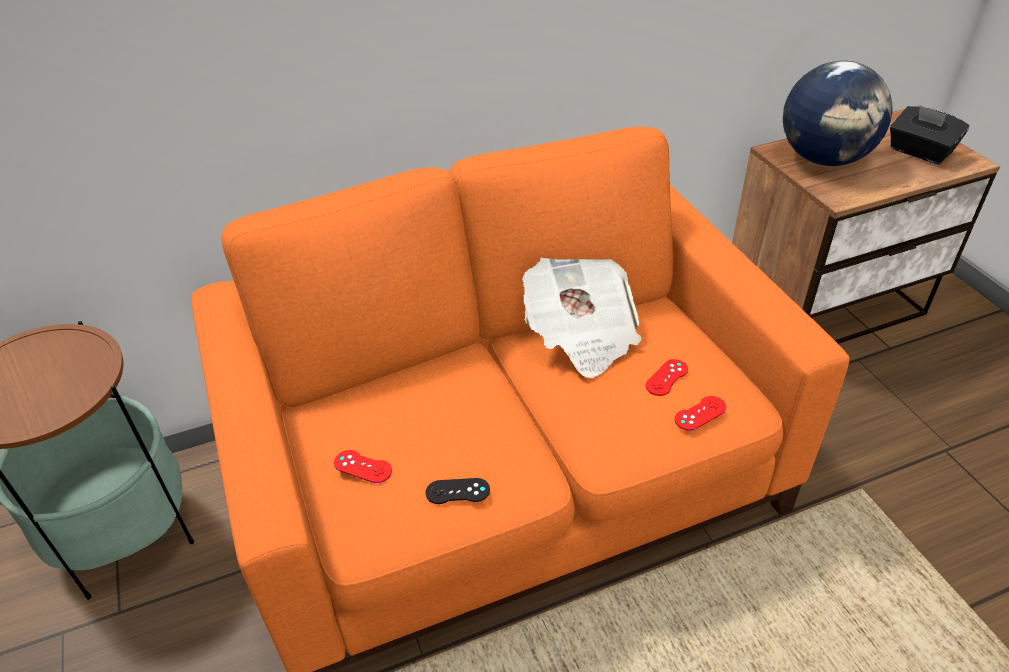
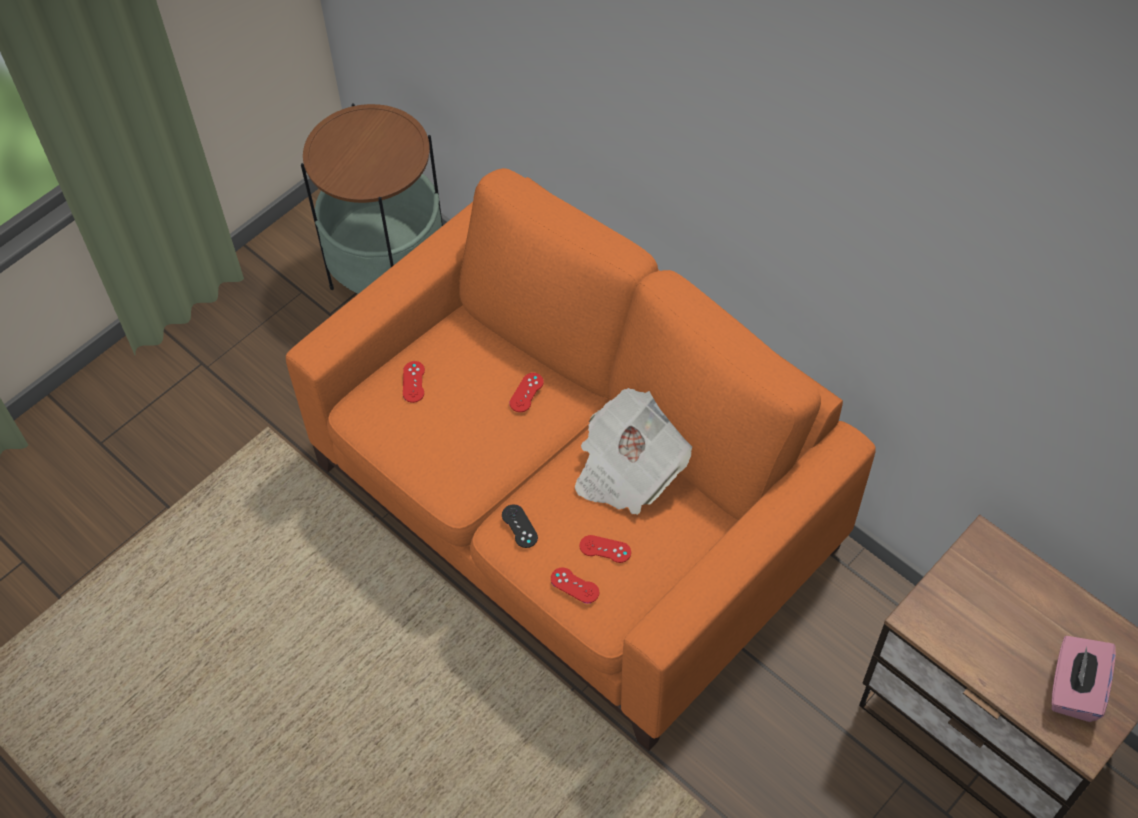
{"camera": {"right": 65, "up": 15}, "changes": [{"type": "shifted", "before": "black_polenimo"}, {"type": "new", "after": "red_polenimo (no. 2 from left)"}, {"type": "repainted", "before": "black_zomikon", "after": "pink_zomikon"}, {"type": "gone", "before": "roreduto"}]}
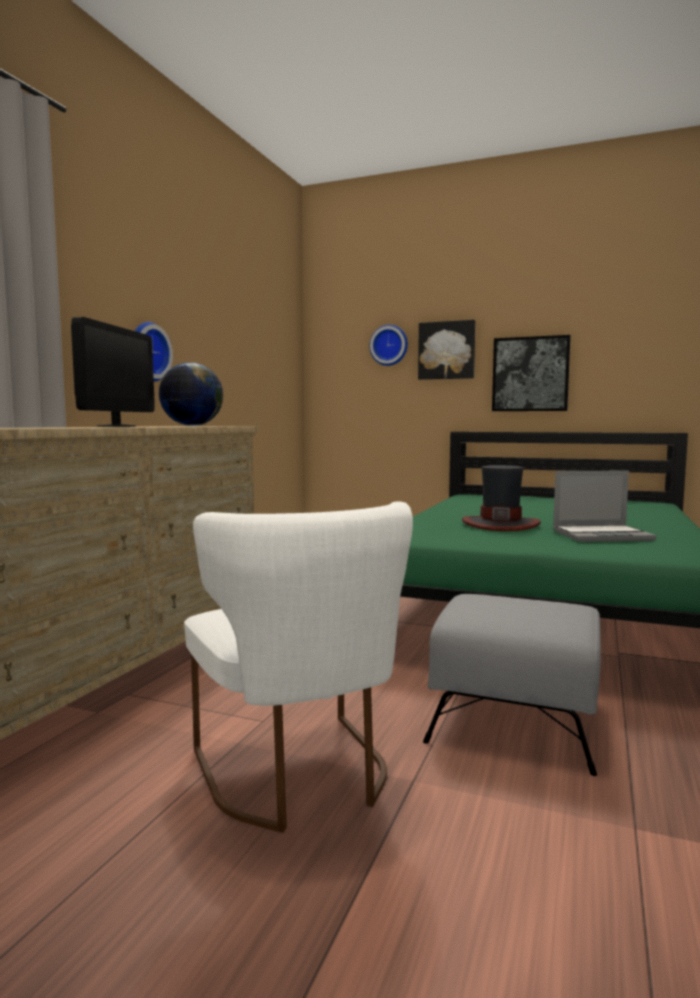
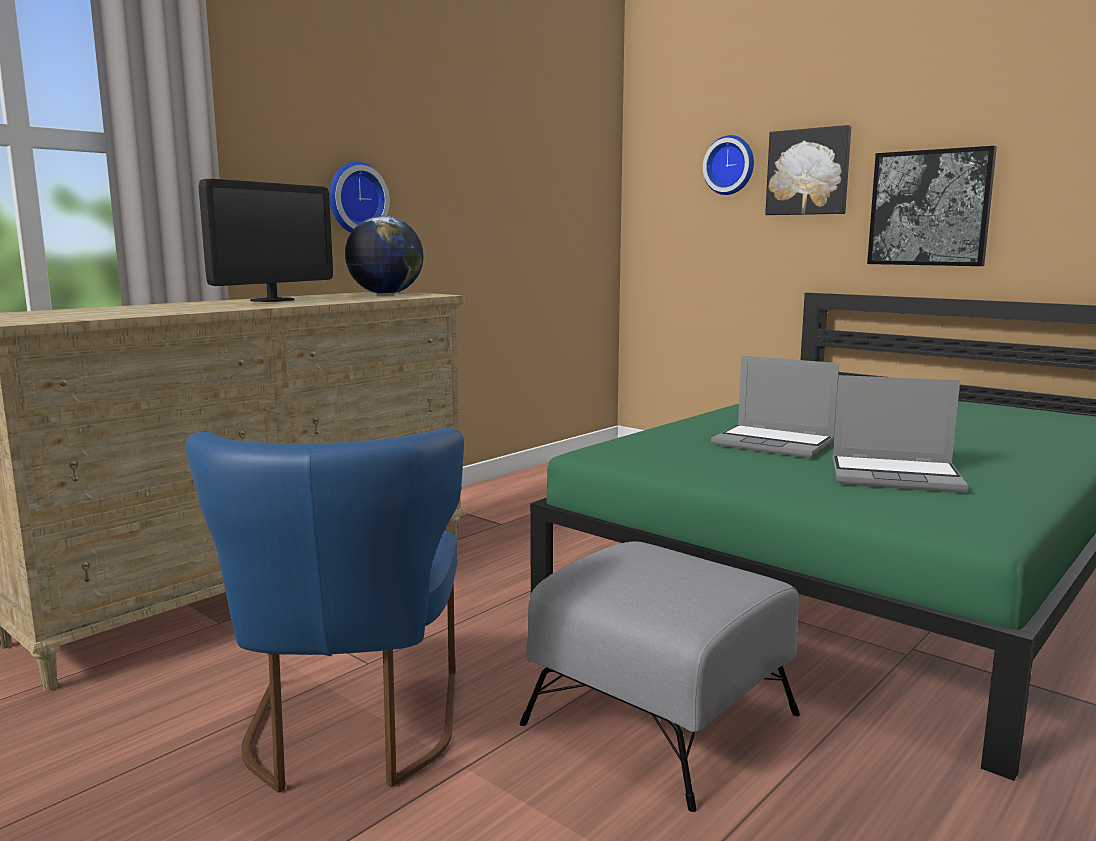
{"camera": {"right": 20, "up": 5}, "changes": [{"type": "repainted", "before": "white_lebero", "after": "blue_lebero"}, {"type": "swapped", "before": "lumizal", "after": "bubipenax (no. 1 from left)"}]}
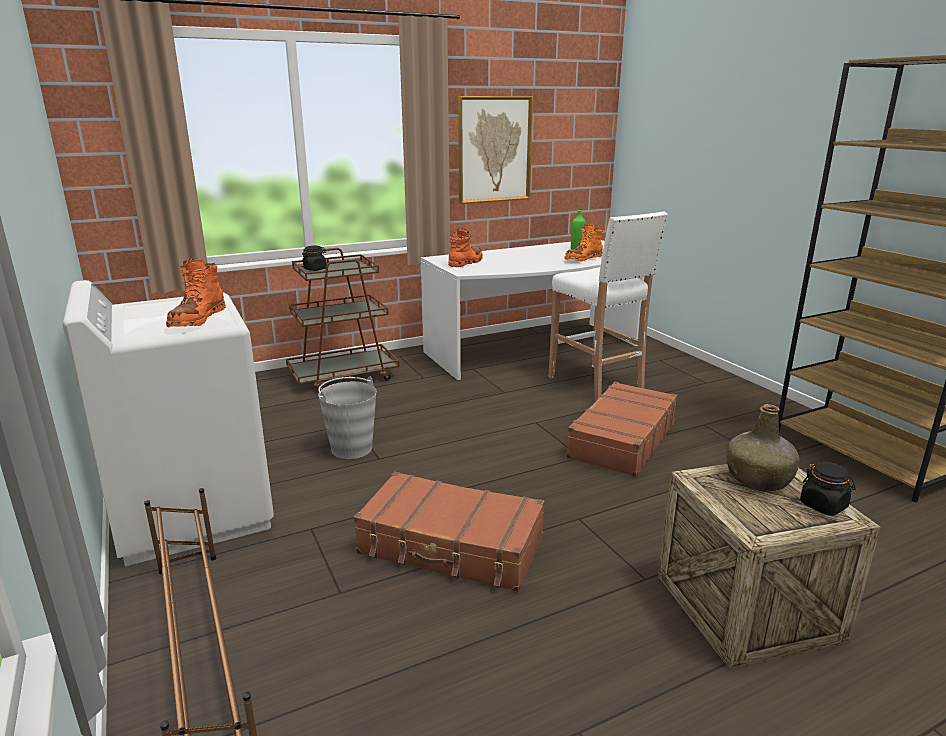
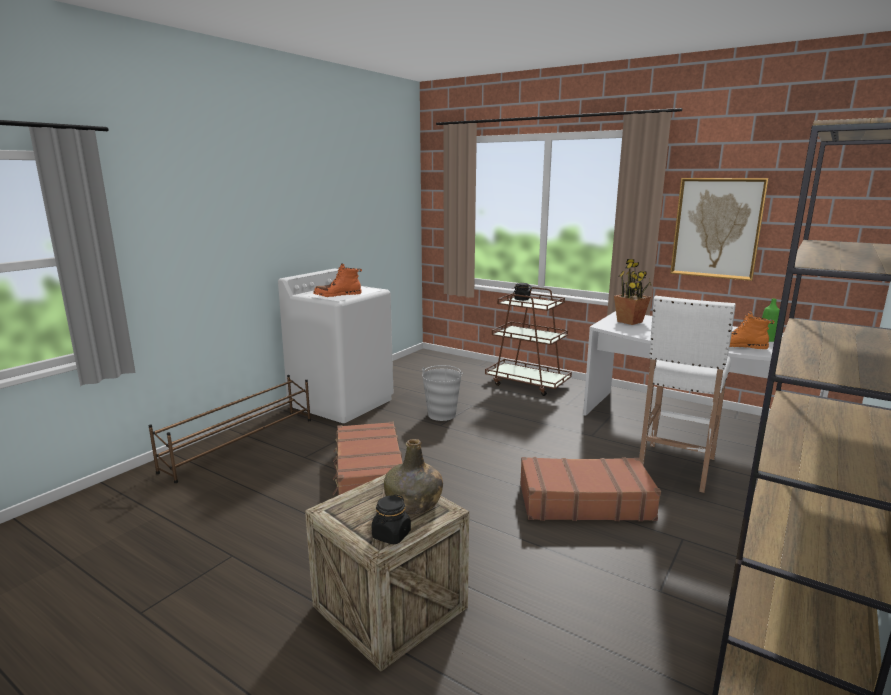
{"camera": {"right": 60, "up": -5}, "changes": [{"type": "swapped", "before": "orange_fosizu (no. 2 from left)", "after": "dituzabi"}]}
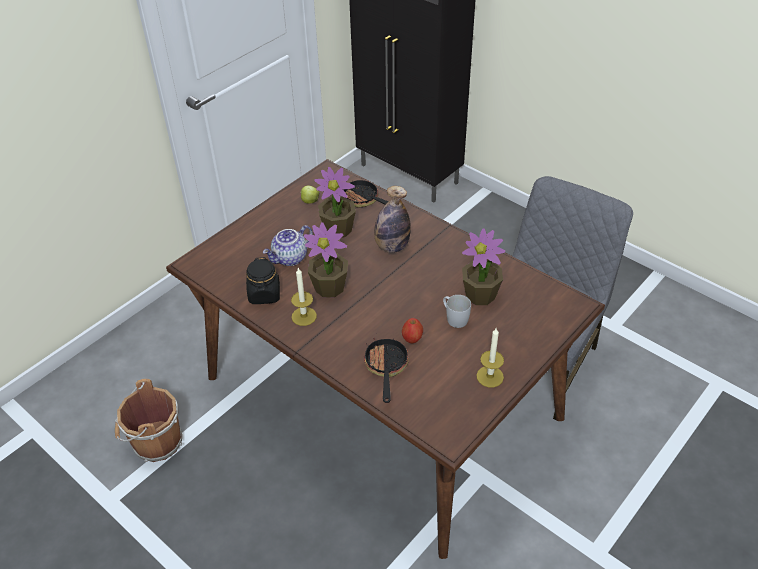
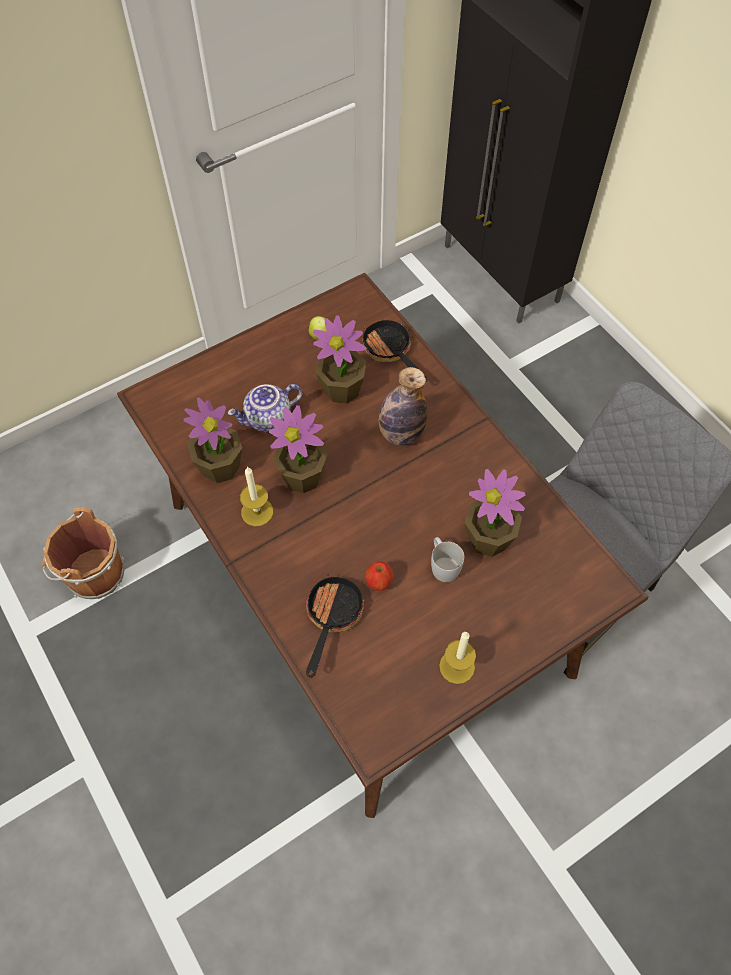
{"camera": {"right": 15, "up": 15}, "changes": [{"type": "swapped", "before": "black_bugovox", "after": "dituzabi (no. 1 from left)"}]}
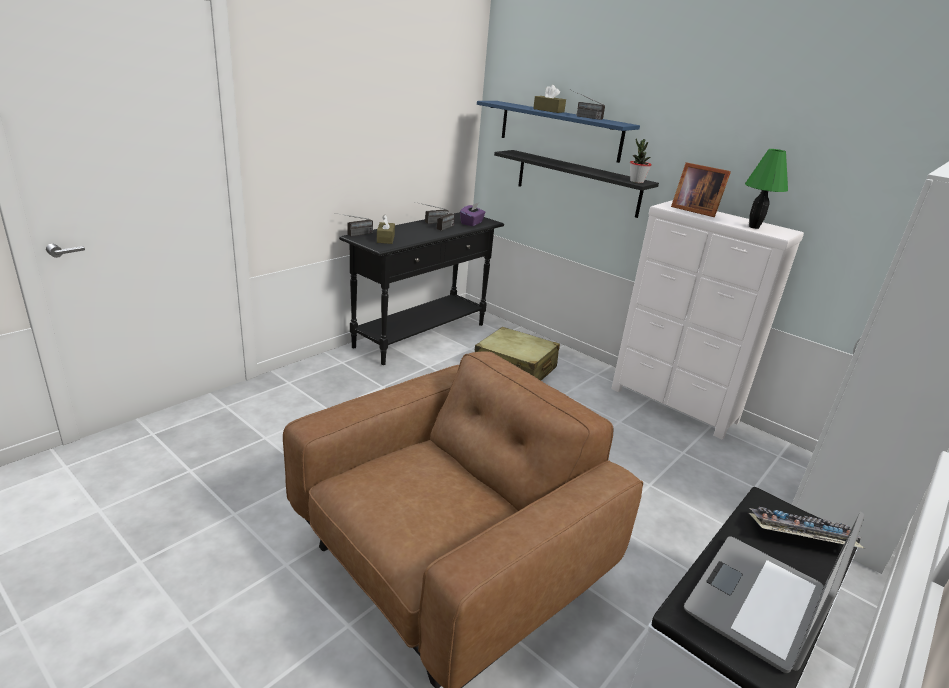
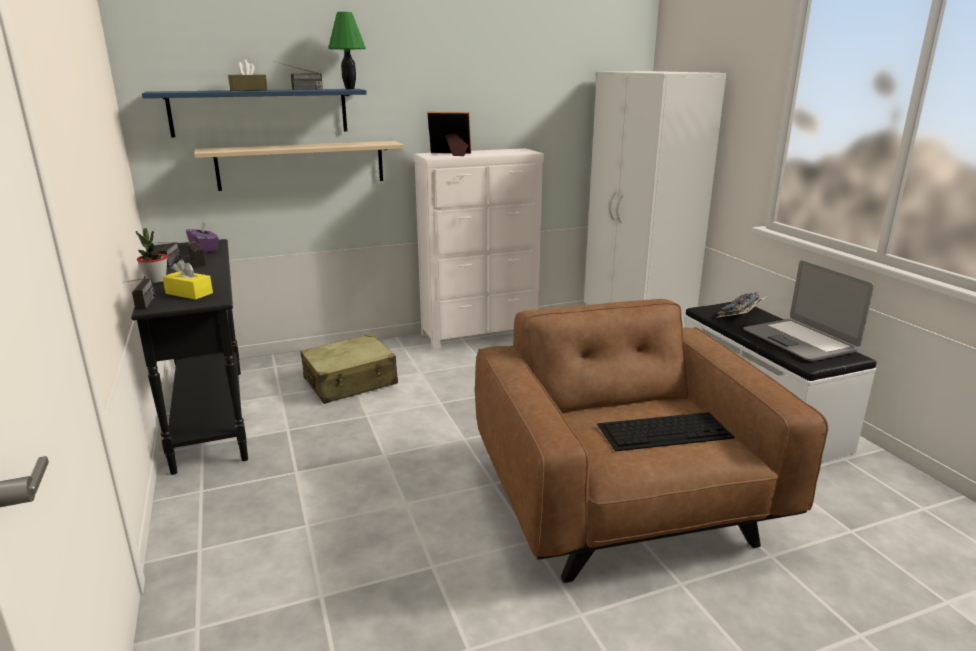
{"camera": {"right": -60, "up": -5}, "changes": [{"type": "shifted", "before": "dituzabi"}, {"type": "repainted", "before": "brown_zomikon (no. 1 from left)", "after": "yellow_zomikon"}, {"type": "repainted", "before": "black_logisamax", "after": "beige_logisamax"}, {"type": "shifted", "before": "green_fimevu"}, {"type": "rotated", "before": "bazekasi", "turn": -150}, {"type": "new", "after": "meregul (no. 1 from left)"}]}
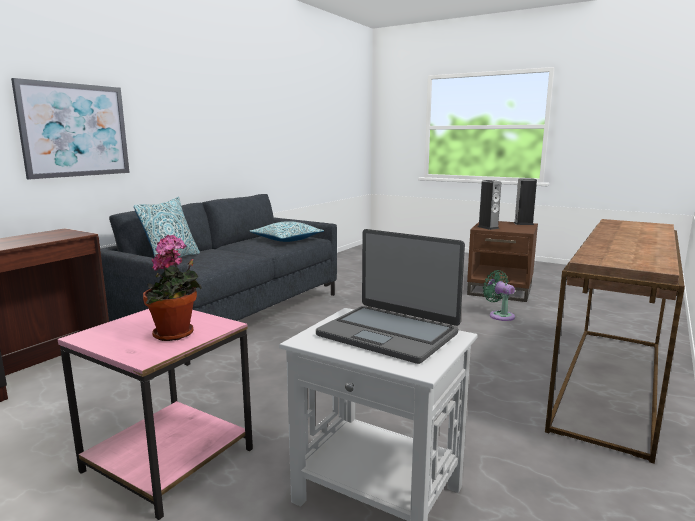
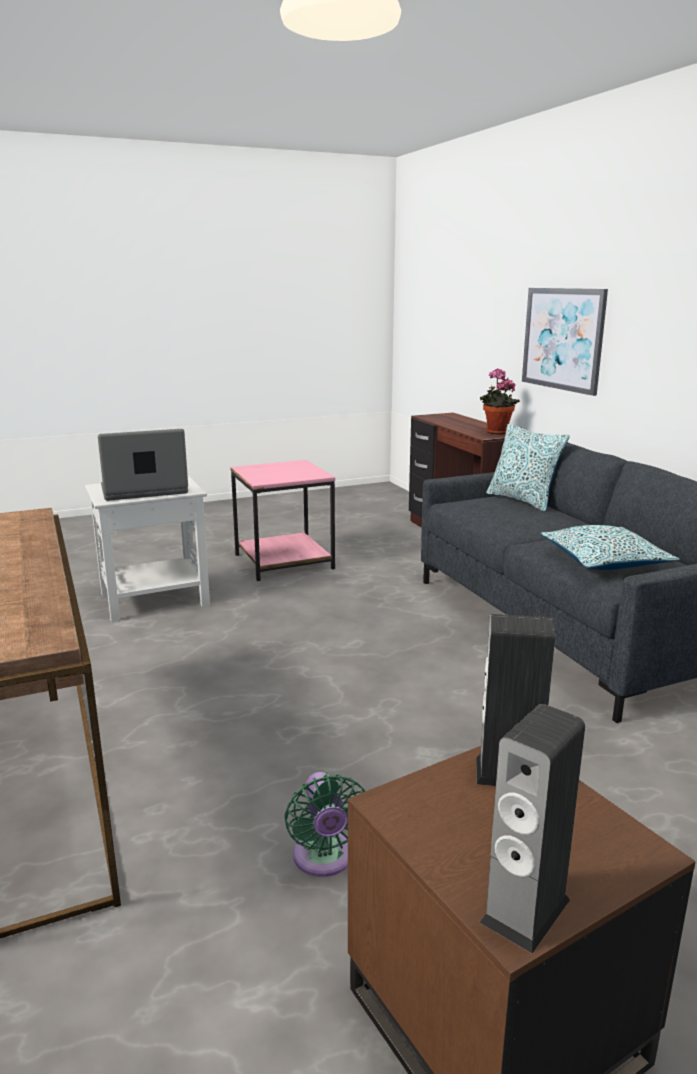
{"camera": {"right": 125, "up": 5}, "changes": [{"type": "rotated", "before": "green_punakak", "turn": 75}, {"type": "shifted", "before": "dituzabi"}]}
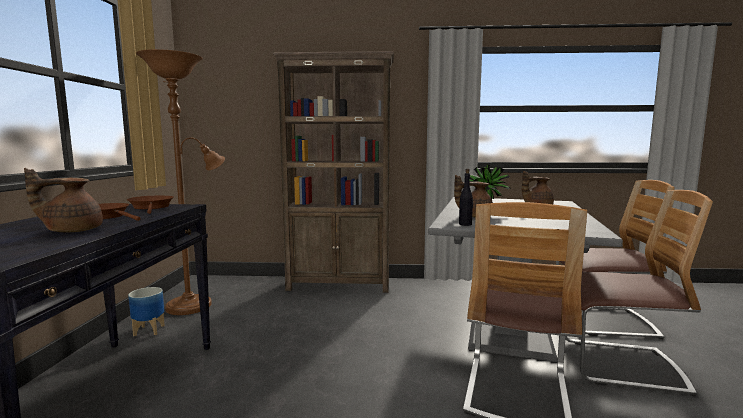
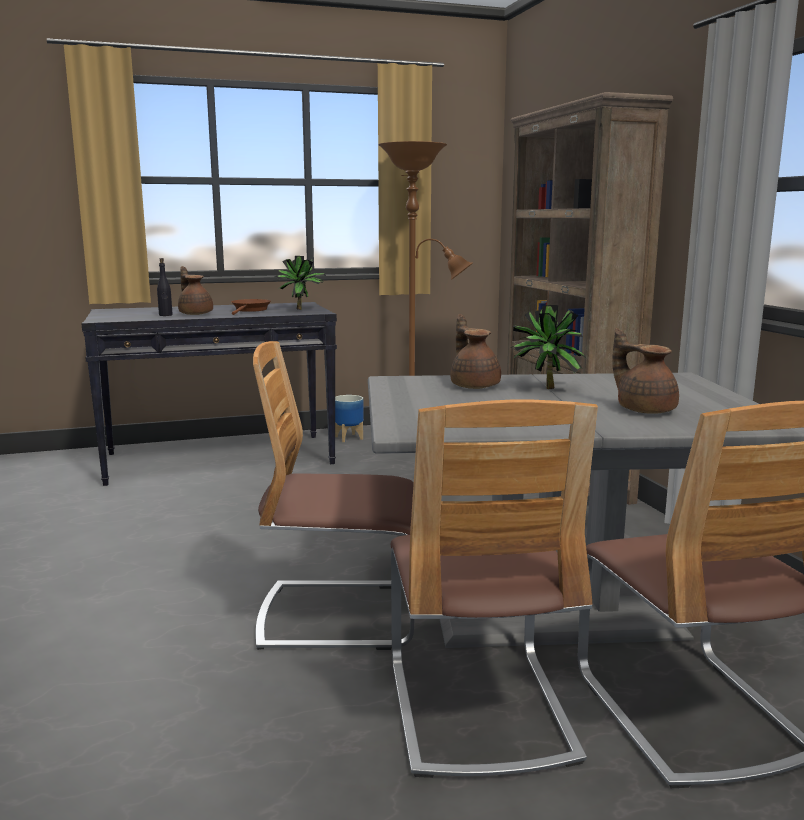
{"camera": {"right": 70, "up": 5}, "changes": [{"type": "shifted", "before": "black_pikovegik"}, {"type": "swapped", "before": "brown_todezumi (no. 2 from left)", "after": "dituzabi (no. 1 from left)"}]}
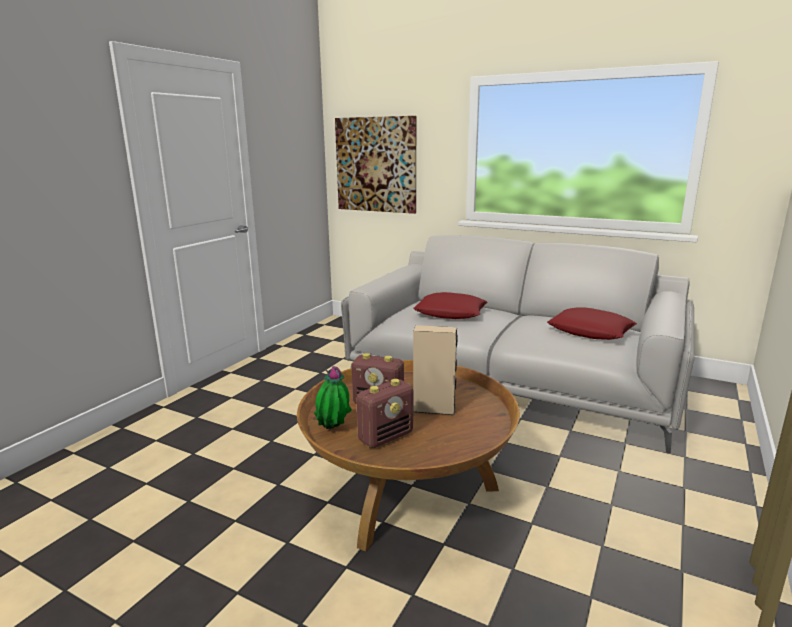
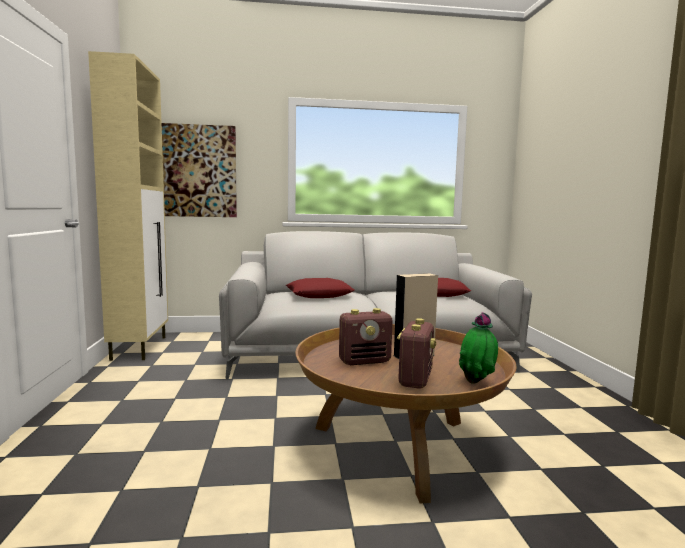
{"camera": {"right": -35, "up": -10}, "changes": [{"type": "new", "after": "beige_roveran"}, {"type": "shifted", "before": "dituzabi"}]}
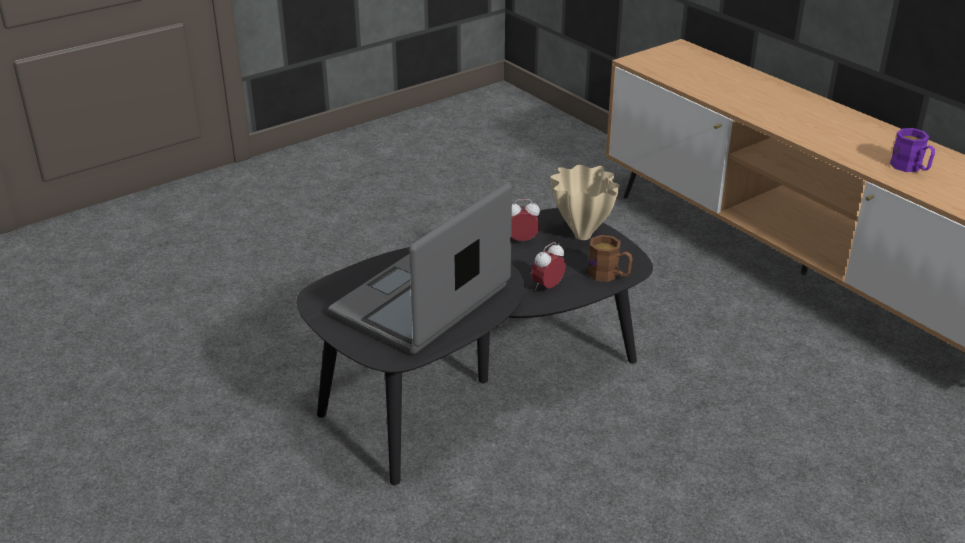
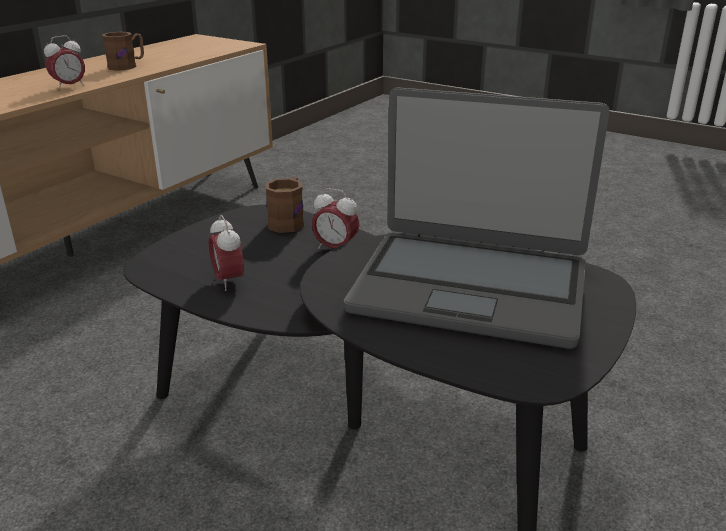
{"camera": {"right": -110, "up": -5}, "changes": [{"type": "new", "after": "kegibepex (no. 1 from left)"}, {"type": "repainted", "before": "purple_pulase", "after": "brown_pulase (no. 1 from left)"}, {"type": "gone", "before": "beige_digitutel"}]}
